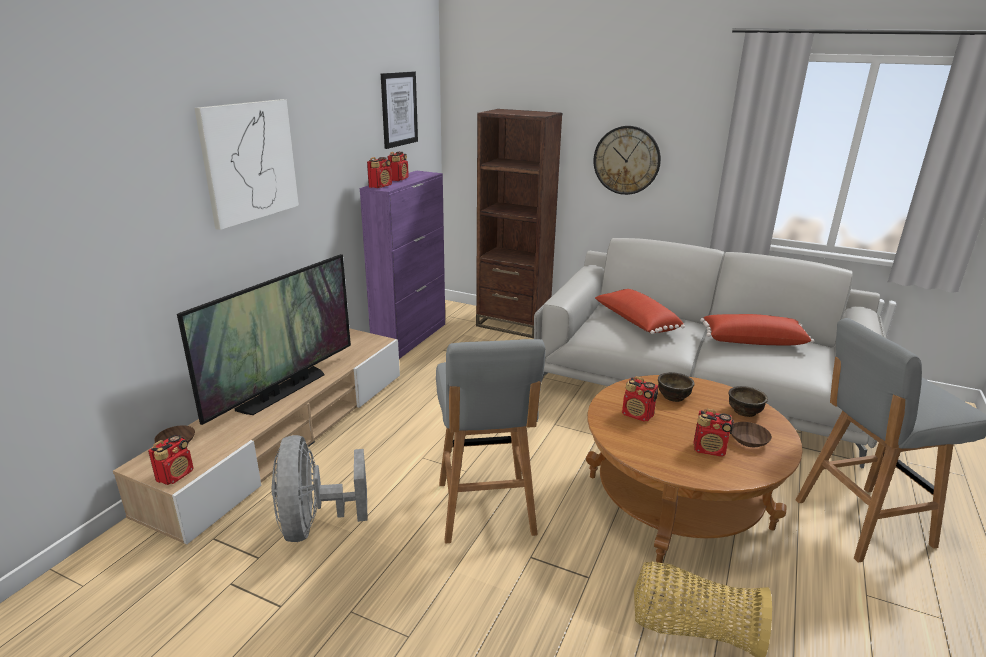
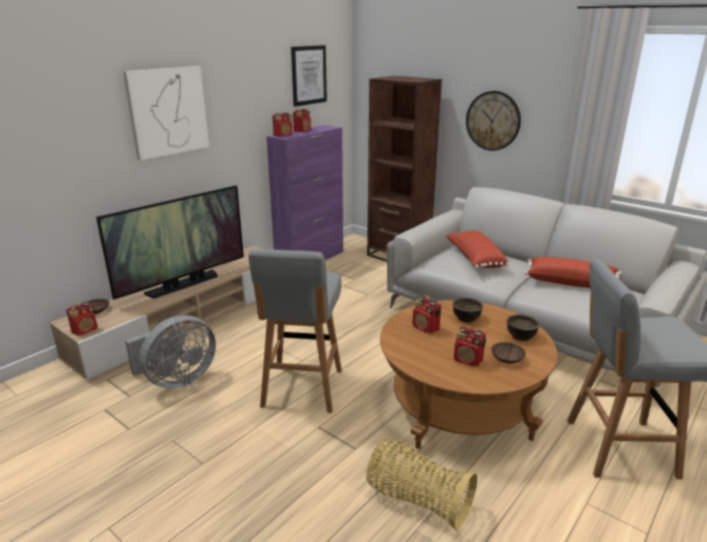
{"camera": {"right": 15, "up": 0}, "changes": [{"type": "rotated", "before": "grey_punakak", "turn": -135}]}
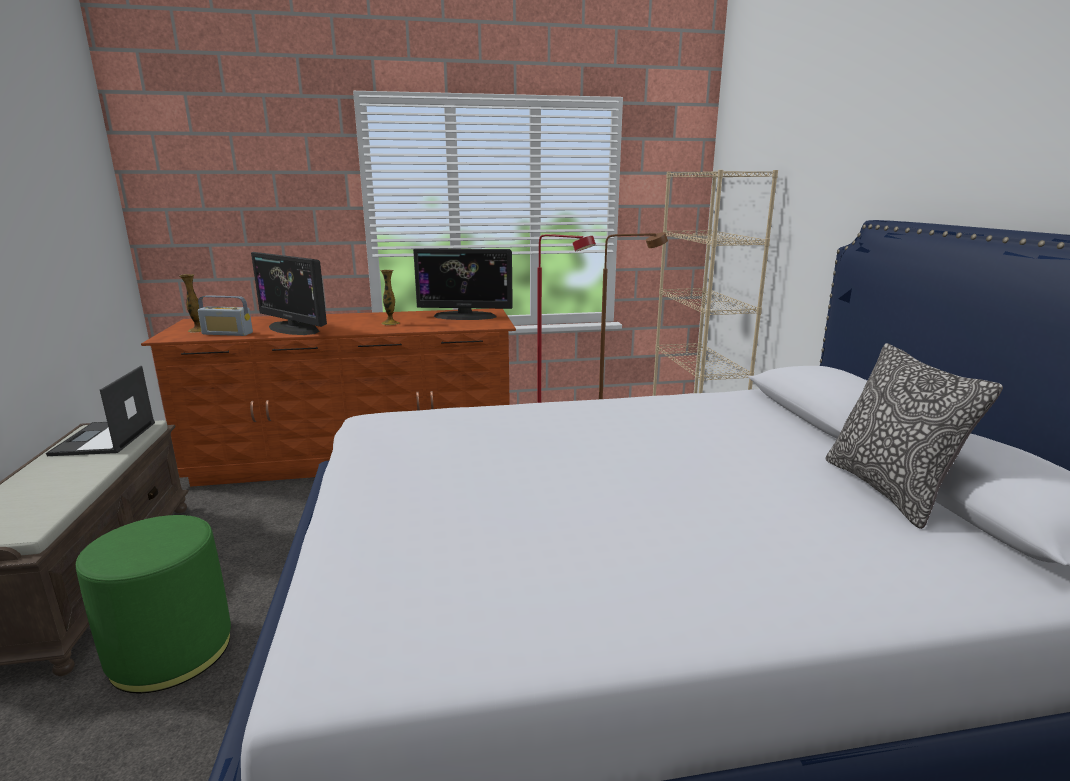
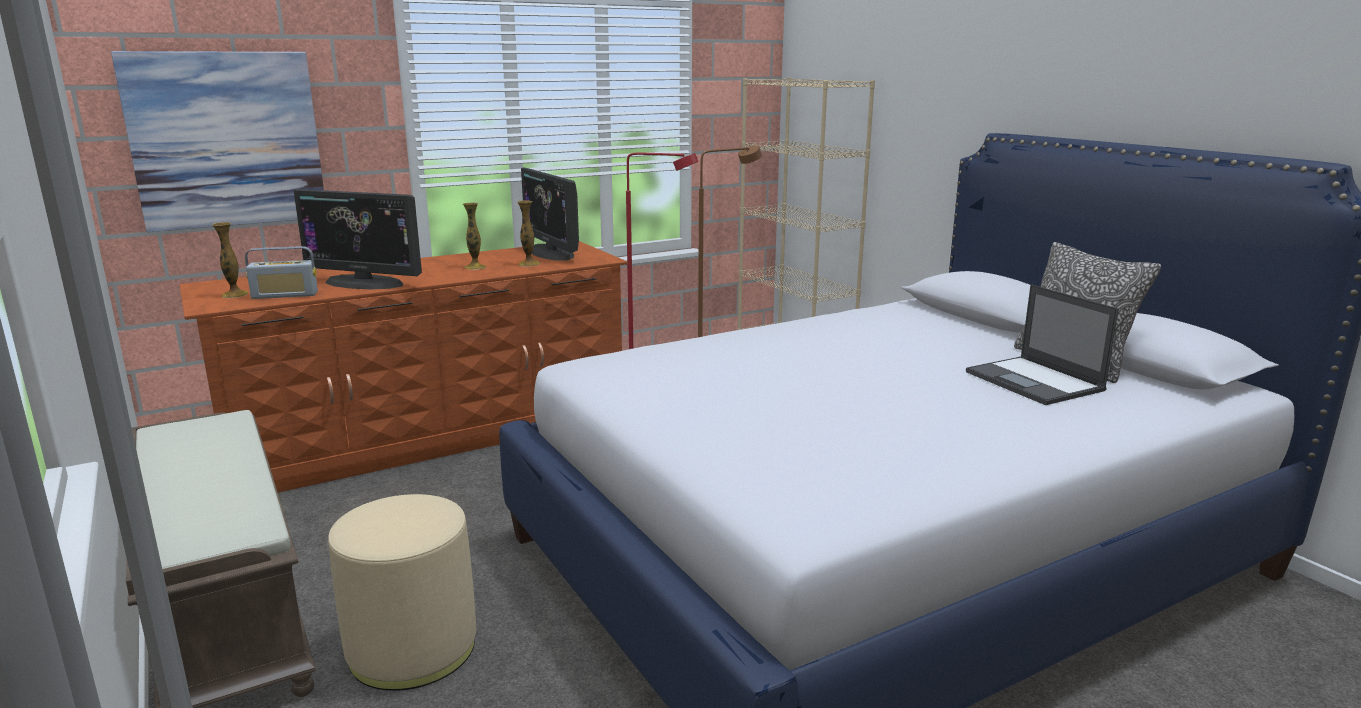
{"camera": {"right": -20, "up": 0}, "changes": [{"type": "new", "after": "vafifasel"}, {"type": "repainted", "before": "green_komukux", "after": "beige_komukux"}, {"type": "new", "after": "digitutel (no. 3 from left)"}, {"type": "rotated", "before": "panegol (no. 2 from left)", "turn": 75}, {"type": "shifted", "before": "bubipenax"}]}
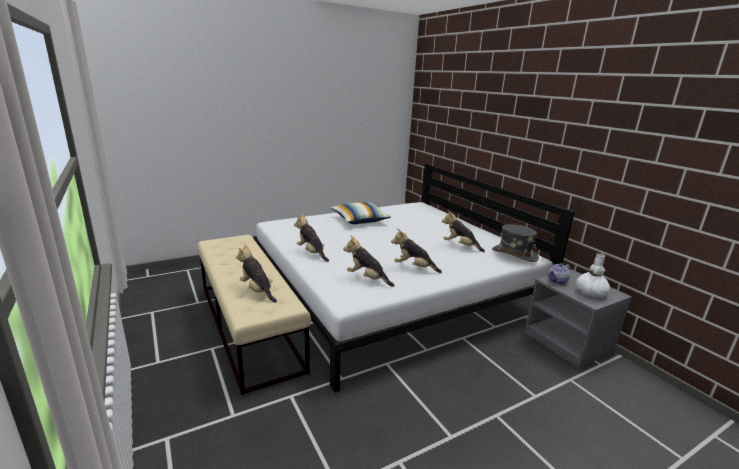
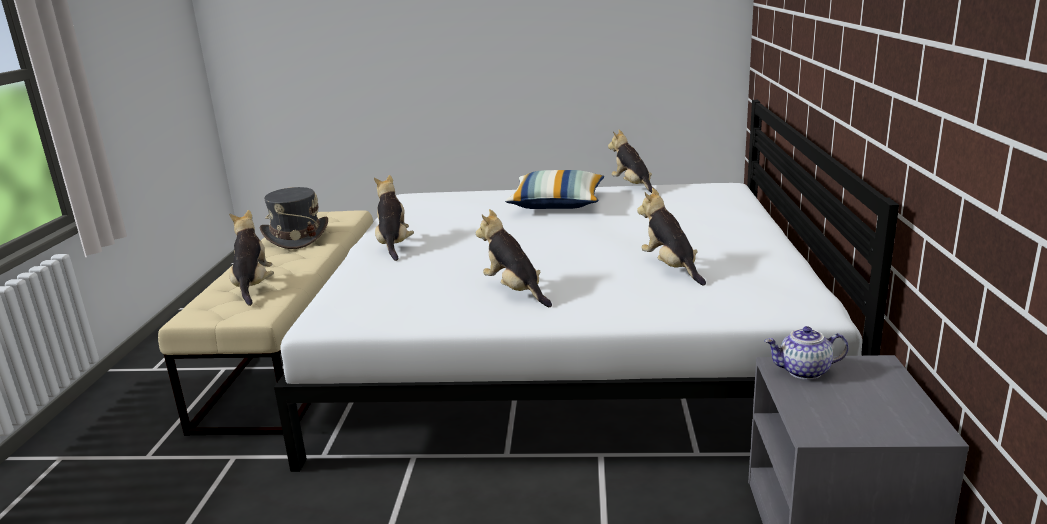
{"camera": {"right": 35, "up": 0}, "changes": [{"type": "shifted", "before": "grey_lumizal"}, {"type": "shifted", "before": "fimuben (no. 3 from left in the first image)", "after": "fimuben (no. 4 from left)"}, {"type": "gone", "before": "white_digitutel"}]}
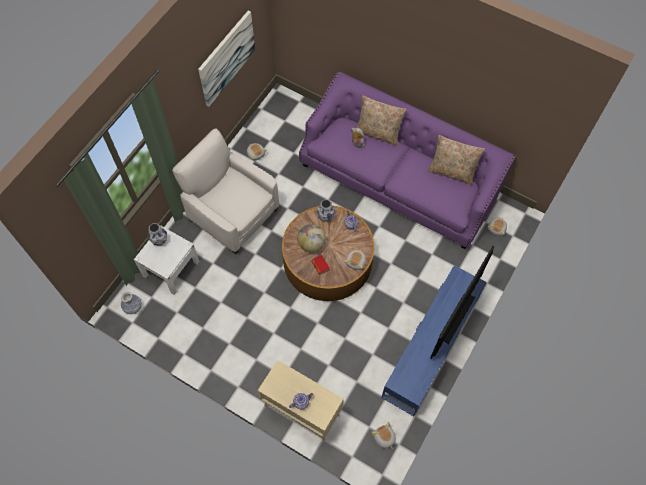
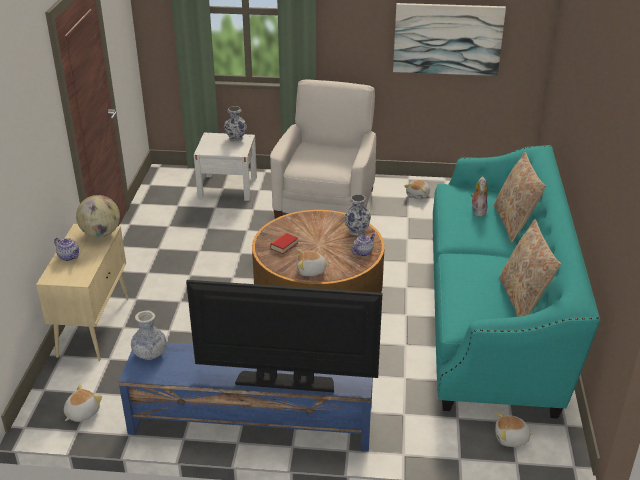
{"camera": {"right": 65, "up": -30}, "changes": [{"type": "shifted", "before": "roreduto"}, {"type": "shifted", "before": "digitutel (no. 1 from left)"}, {"type": "repainted", "before": "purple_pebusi", "after": "turquoise_pebusi"}]}
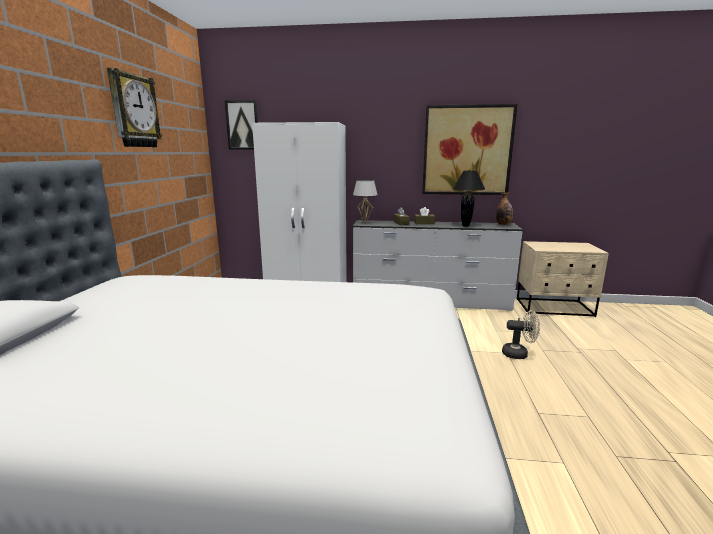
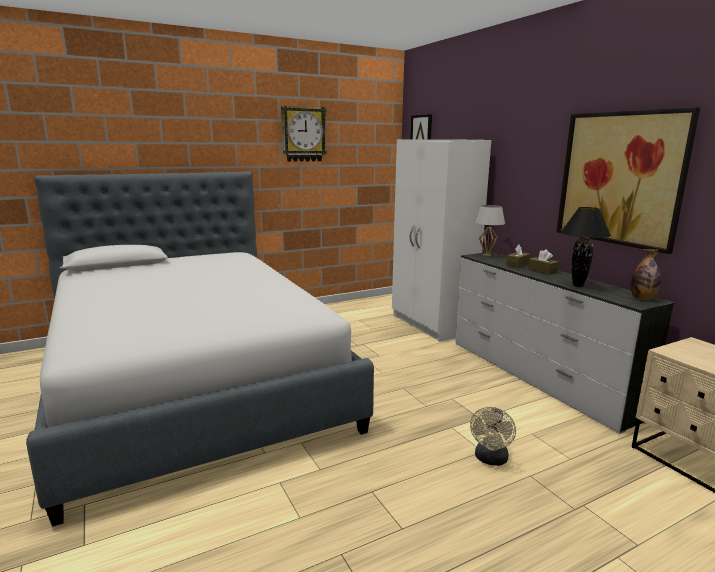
{"camera": {"right": 55, "up": 0}, "changes": [{"type": "rotated", "before": "beige_punakak", "turn": 45}]}
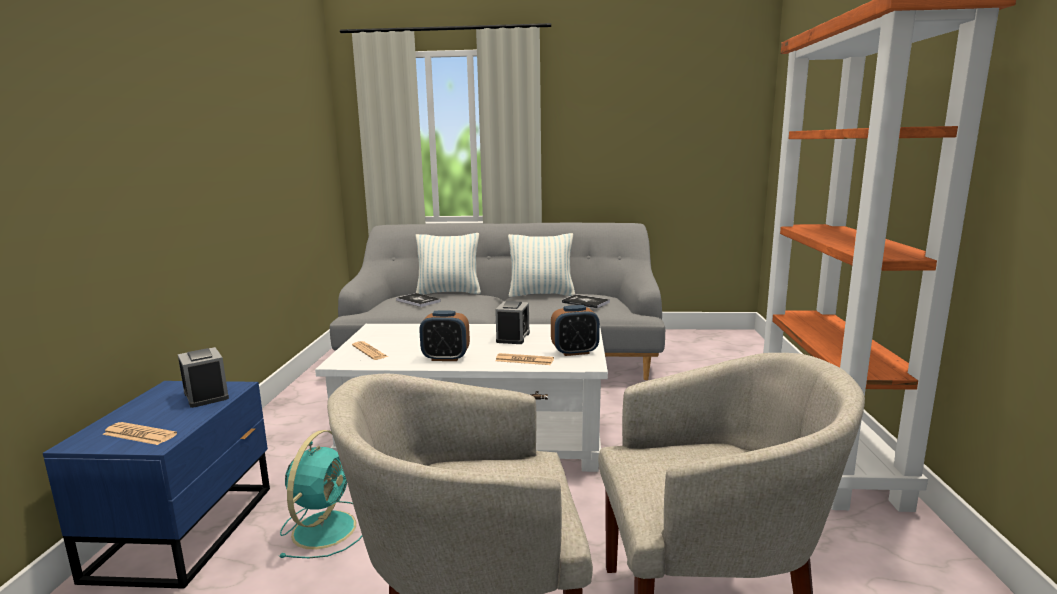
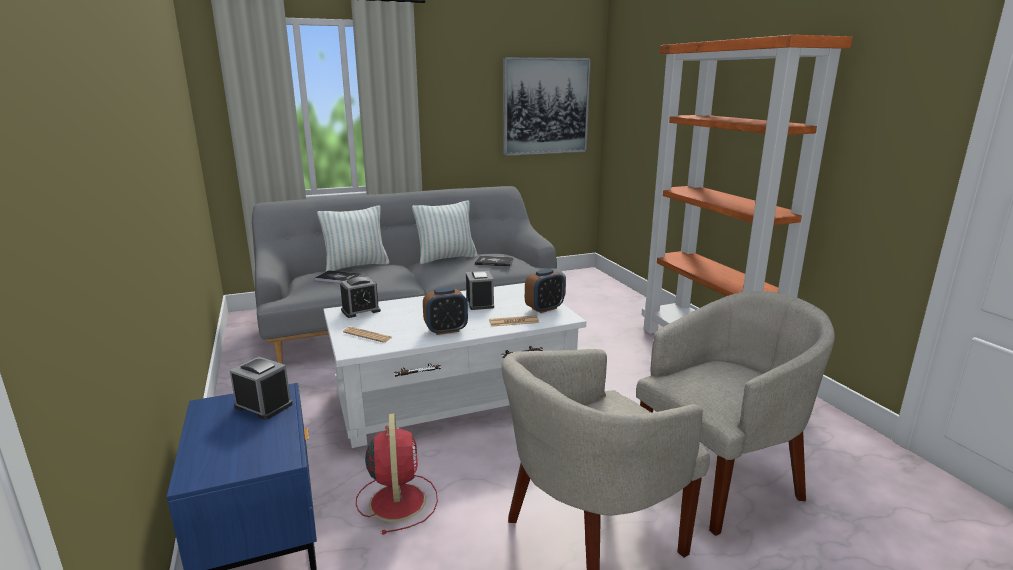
{"camera": {"right": -25, "up": 5}, "changes": [{"type": "new", "after": "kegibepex (no. 2 from left)"}, {"type": "repainted", "before": "turquoise_punakak", "after": "red_punakak"}, {"type": "new", "after": "vafifasel"}, {"type": "gone", "before": "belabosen (no. 1 from left)"}]}
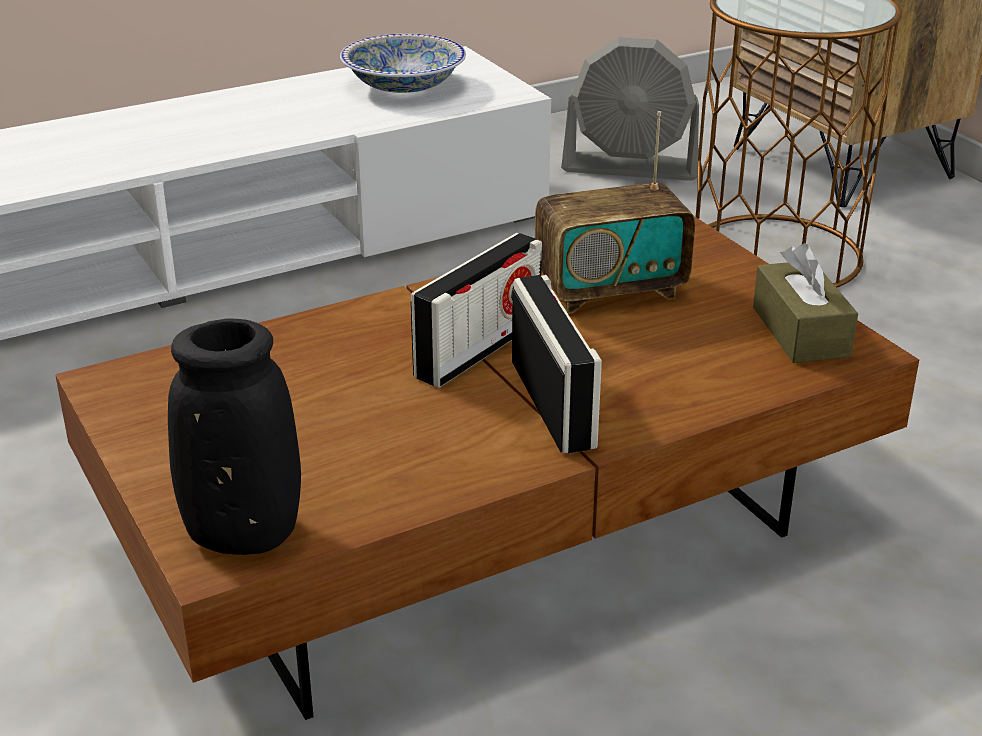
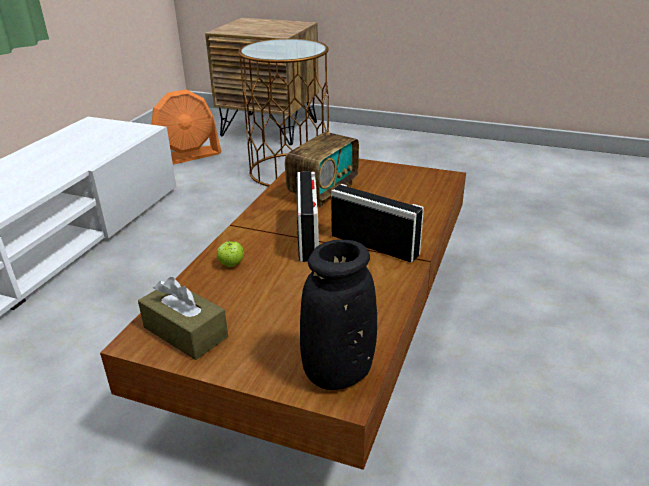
{"camera": {"right": -40, "up": 0}, "changes": [{"type": "shifted", "before": "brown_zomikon"}, {"type": "repainted", "before": "grey_punakak", "after": "orange_punakak"}, {"type": "new", "after": "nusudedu"}, {"type": "gone", "before": "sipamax"}]}
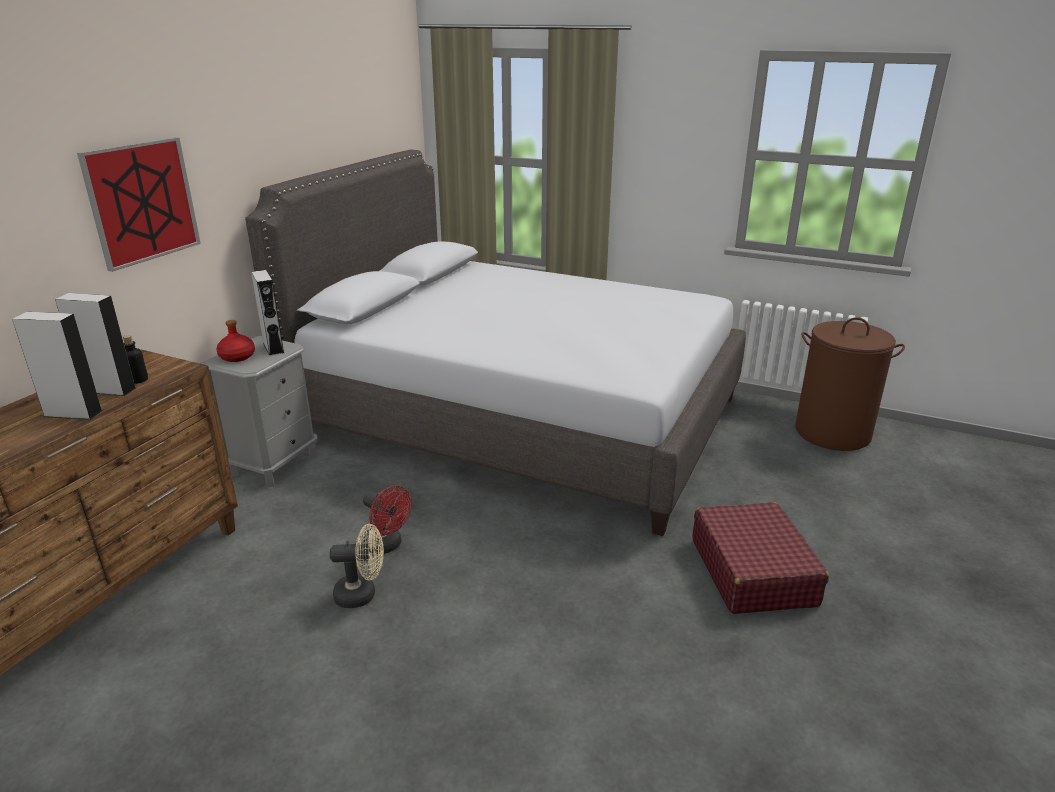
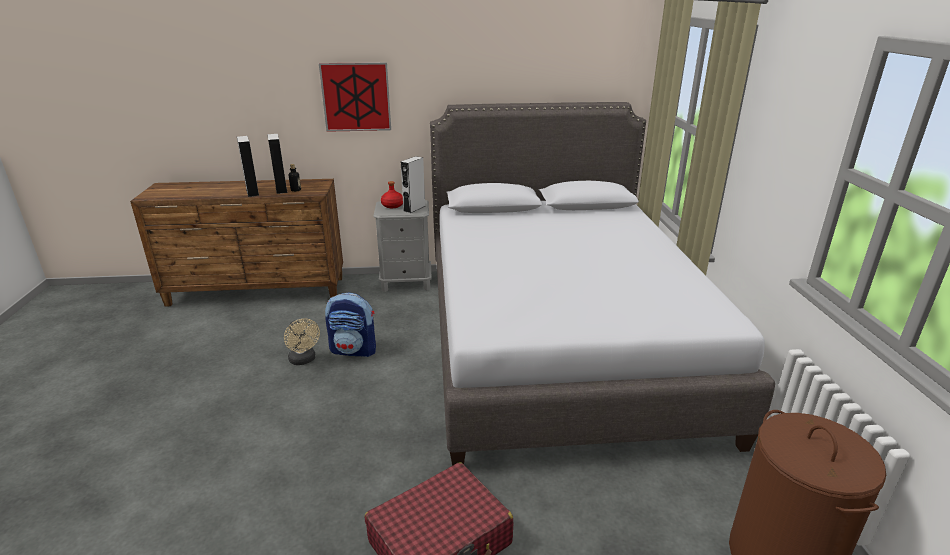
{"camera": {"right": 60, "up": 0}, "changes": [{"type": "swapped", "before": "red_punakak", "after": "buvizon"}]}
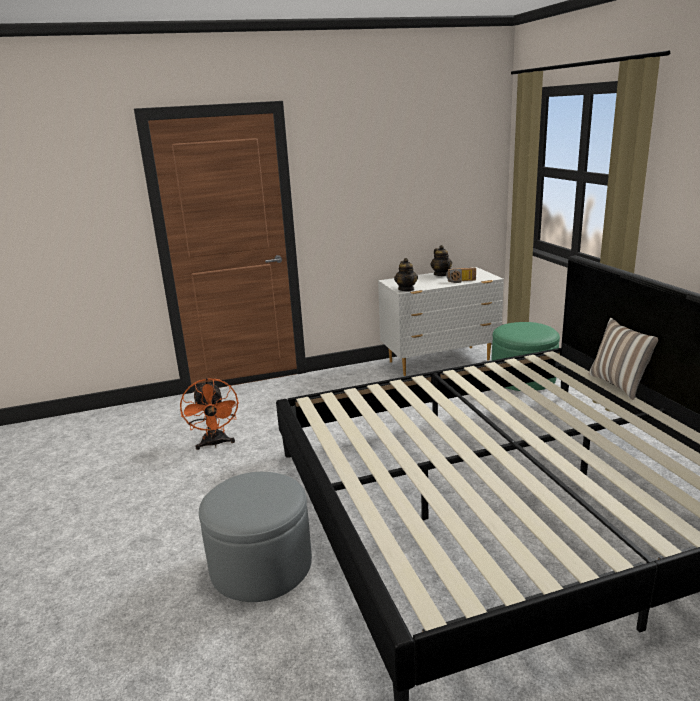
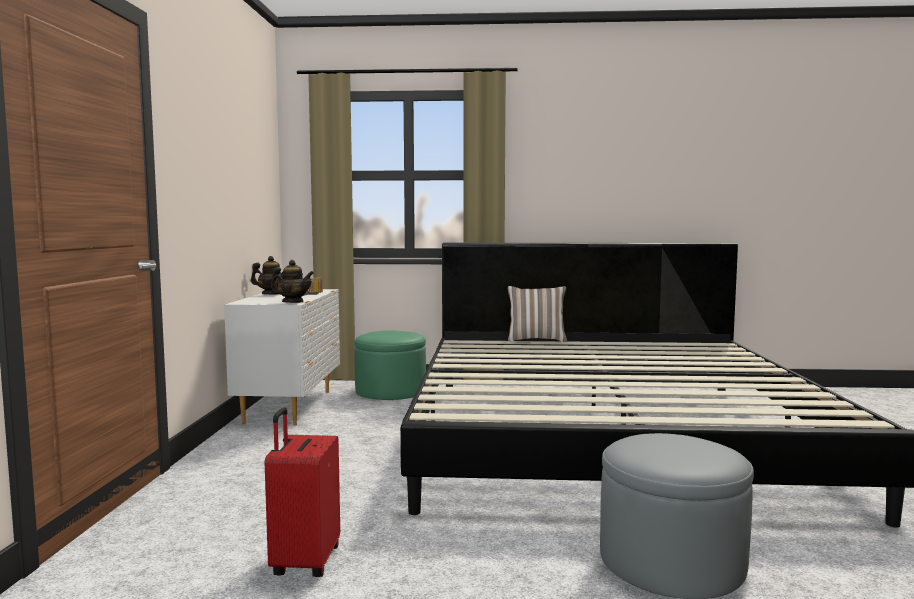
{"camera": {"right": -70, "up": -15}, "changes": [{"type": "swapped", "before": "orange_punakak", "after": "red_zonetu"}]}
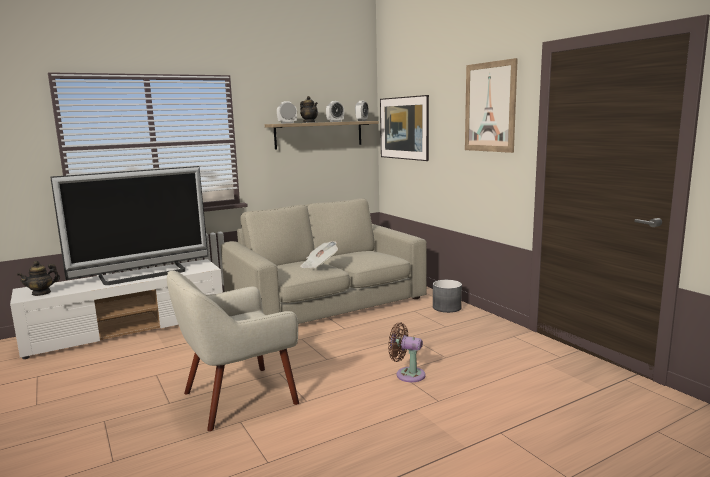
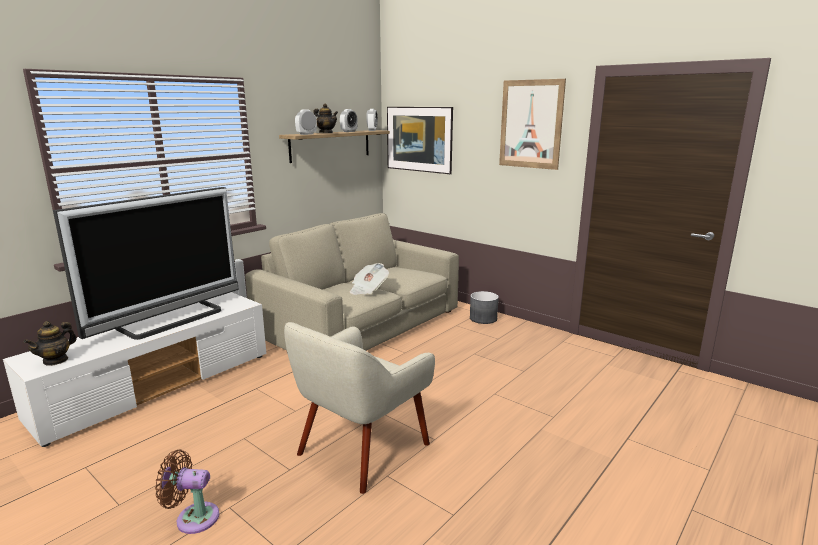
{"camera": {"right": -20, "up": 5}, "changes": [{"type": "shifted", "before": "brown_punakak"}]}
